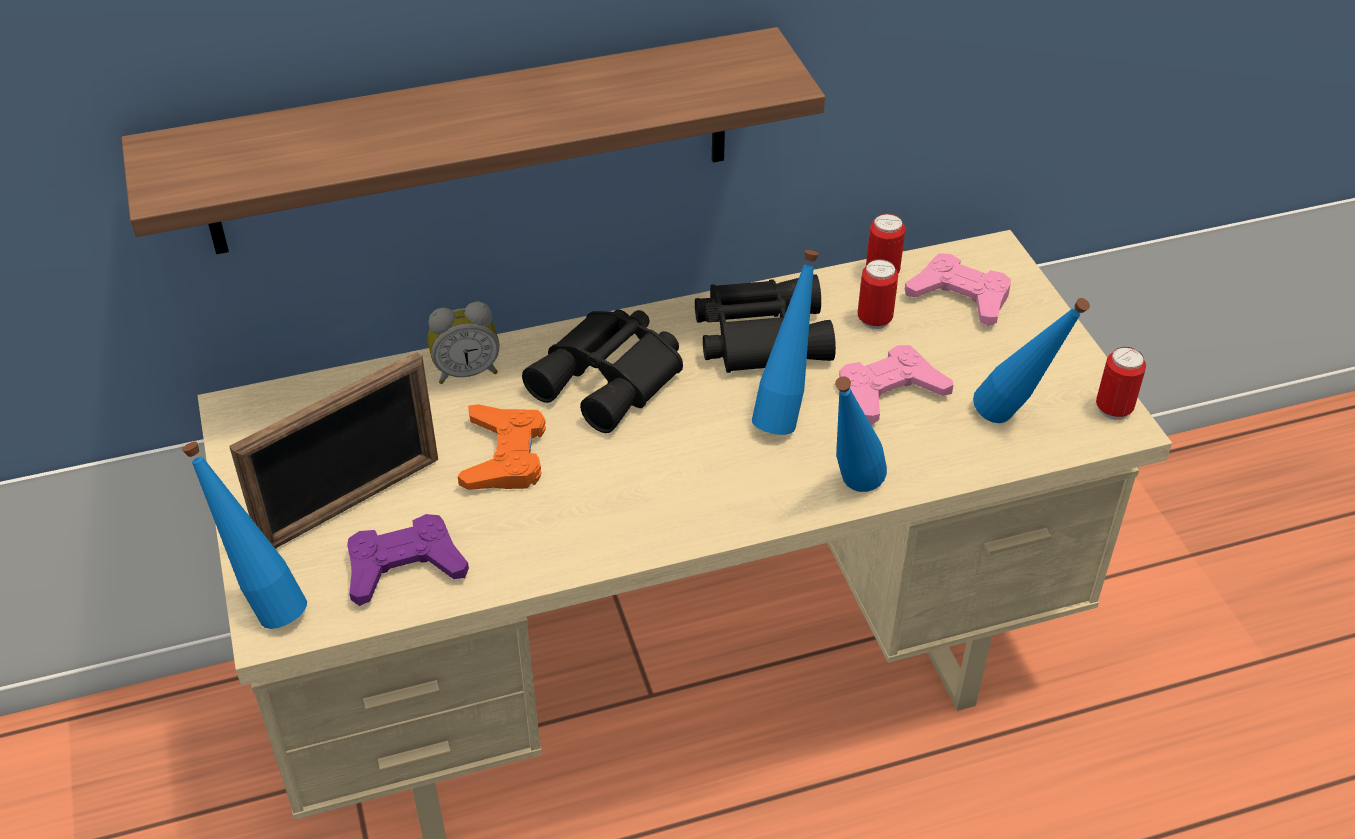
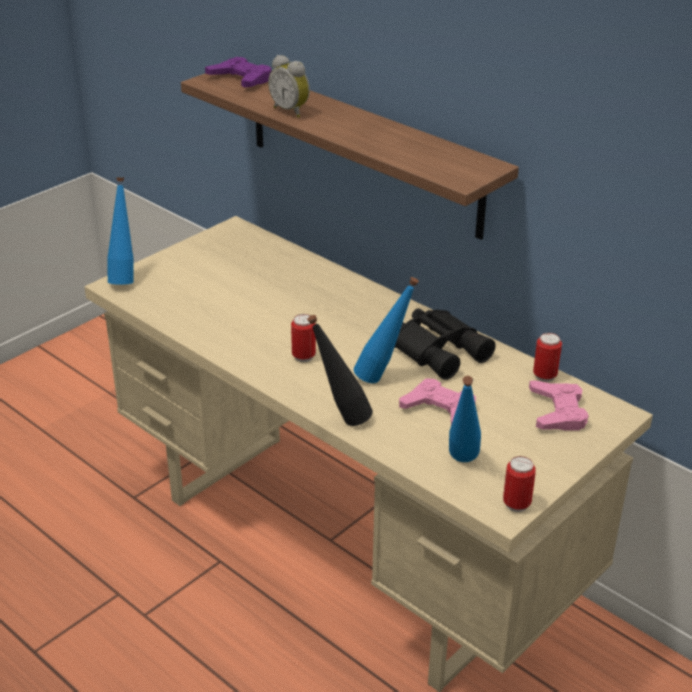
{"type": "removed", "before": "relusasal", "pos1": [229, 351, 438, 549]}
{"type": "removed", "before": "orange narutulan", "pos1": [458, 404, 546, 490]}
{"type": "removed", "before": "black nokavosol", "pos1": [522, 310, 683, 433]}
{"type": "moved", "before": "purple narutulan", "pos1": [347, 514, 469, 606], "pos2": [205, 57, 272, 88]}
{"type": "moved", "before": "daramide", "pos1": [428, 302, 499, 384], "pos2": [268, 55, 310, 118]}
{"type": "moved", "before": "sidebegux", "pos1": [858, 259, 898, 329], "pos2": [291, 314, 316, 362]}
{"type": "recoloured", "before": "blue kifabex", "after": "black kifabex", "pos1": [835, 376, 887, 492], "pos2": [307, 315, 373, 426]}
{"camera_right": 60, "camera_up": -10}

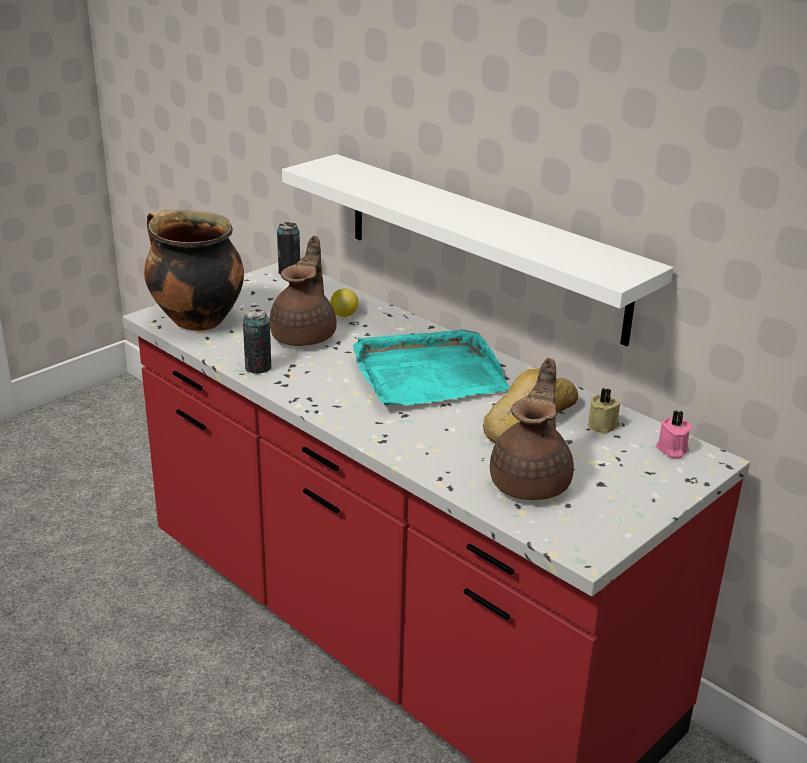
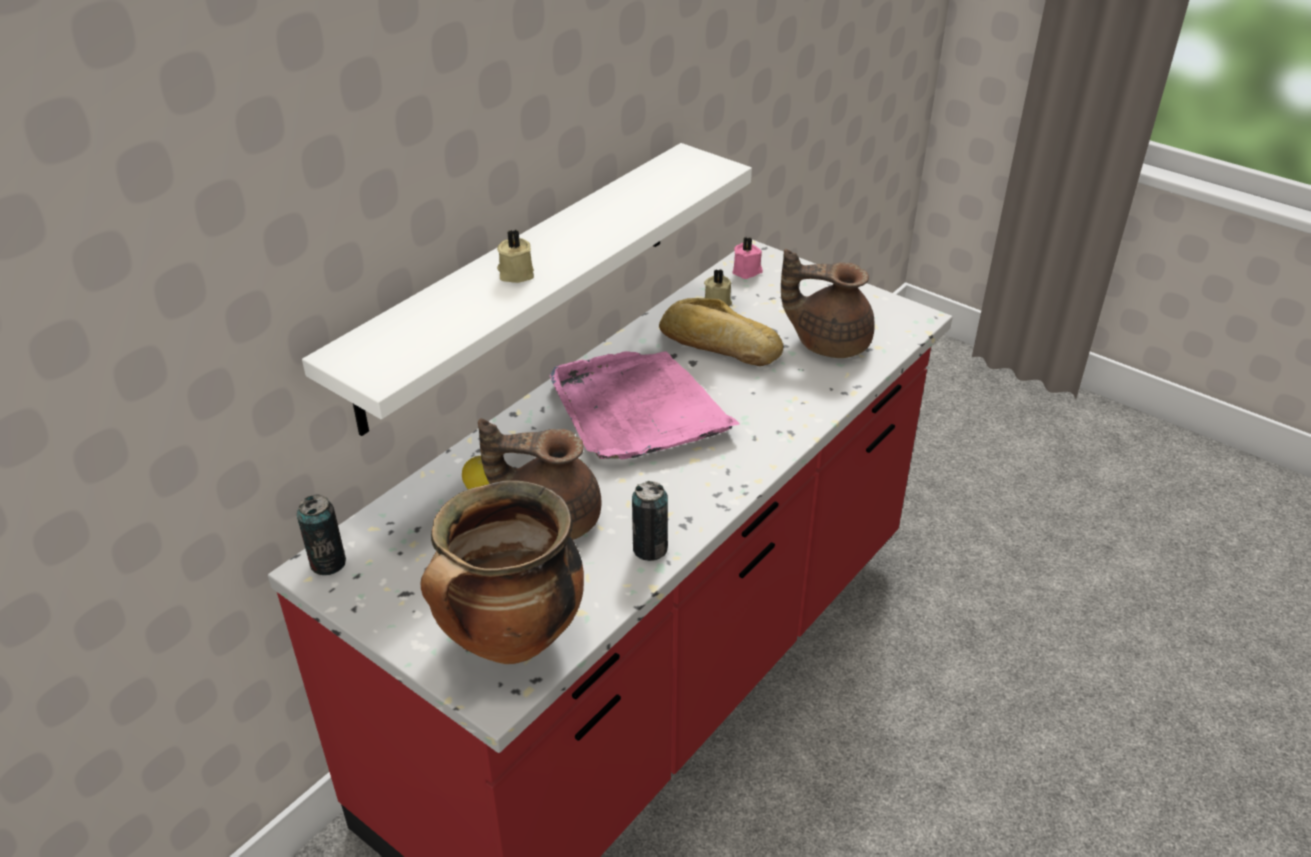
{"type": "added", "after": "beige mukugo", "pos2": [497, 229, 534, 283]}
{"type": "recoloured", "before": "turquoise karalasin", "after": "pink karalasin", "pos1": [353, 329, 510, 405], "pos2": [550, 351, 740, 459]}
{"camera_right": -95, "camera_up": 10}

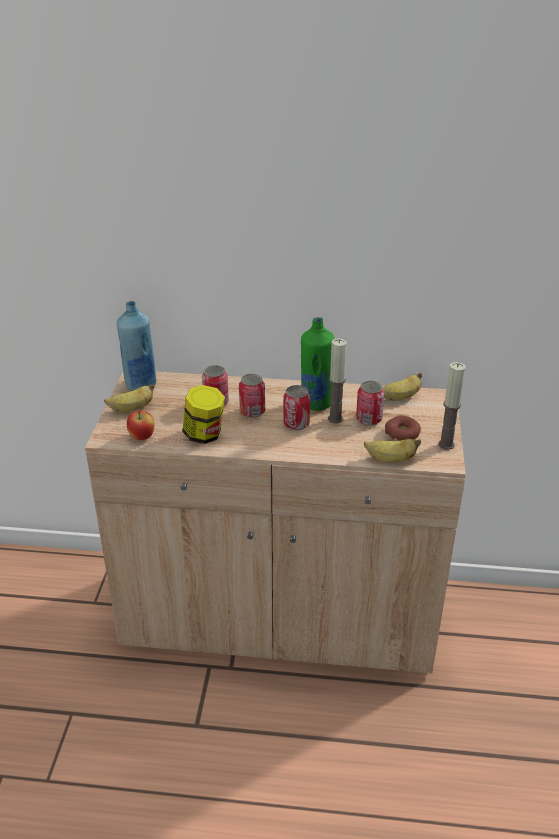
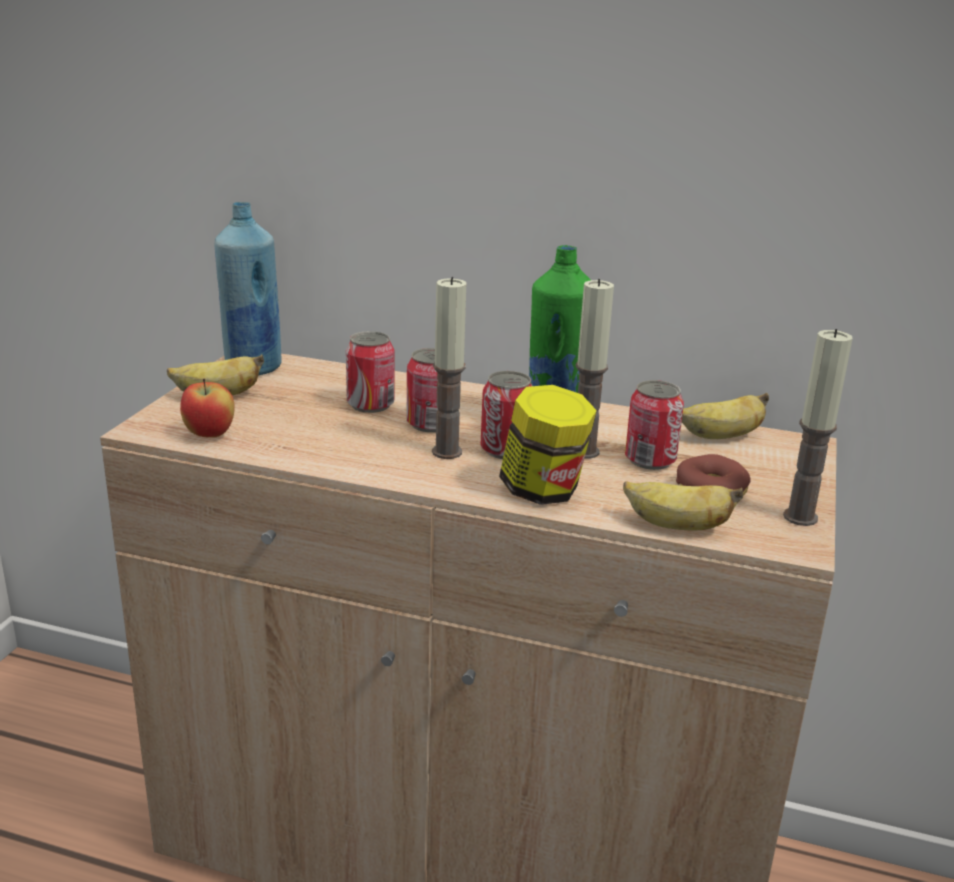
{"type": "added", "after": "mukugo", "pos2": [432, 277, 467, 459]}
{"type": "moved", "before": "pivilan", "pos1": [182, 385, 225, 444], "pos2": [499, 385, 597, 505]}
{"camera_right": 10, "camera_up": -10}

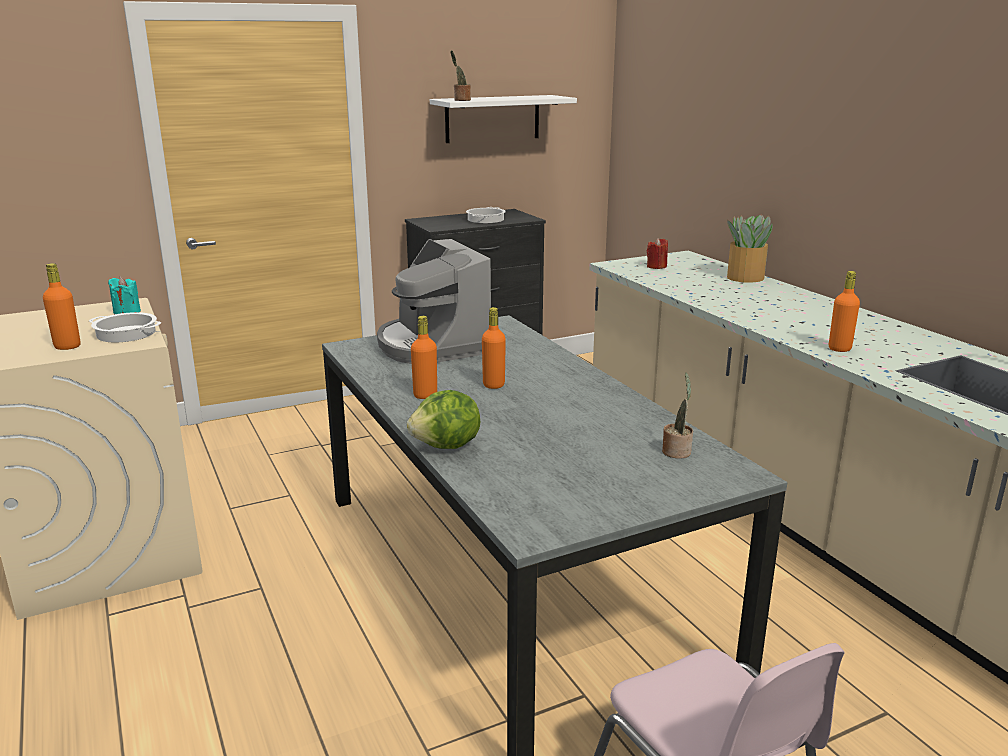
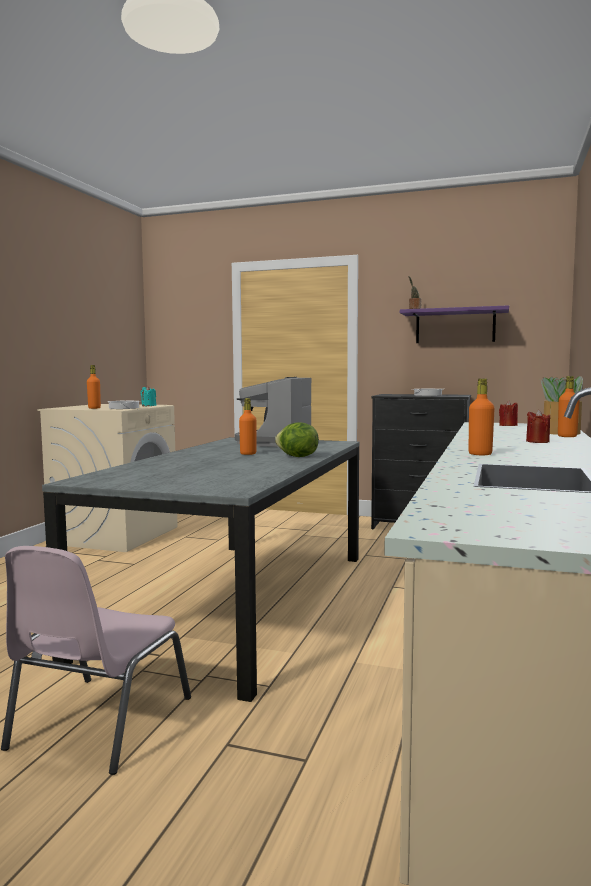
{"type": "removed", "before": "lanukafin", "pos1": [662, 372, 693, 459]}
{"type": "added", "after": "red mukugo", "pos2": [526, 410, 550, 443]}
{"type": "moved", "before": "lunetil", "pos1": [407, 390, 480, 449], "pos2": [275, 422, 319, 457]}
{"type": "moved", "before": "orange kifabex", "pos1": [411, 316, 437, 399], "pos2": [558, 376, 580, 437]}
{"type": "recoloured", "before": "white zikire", "after": "purple zikire", "pos1": [430, 95, 577, 143], "pos2": [400, 305, 509, 343]}
{"camera_right": 45, "camera_up": -15}

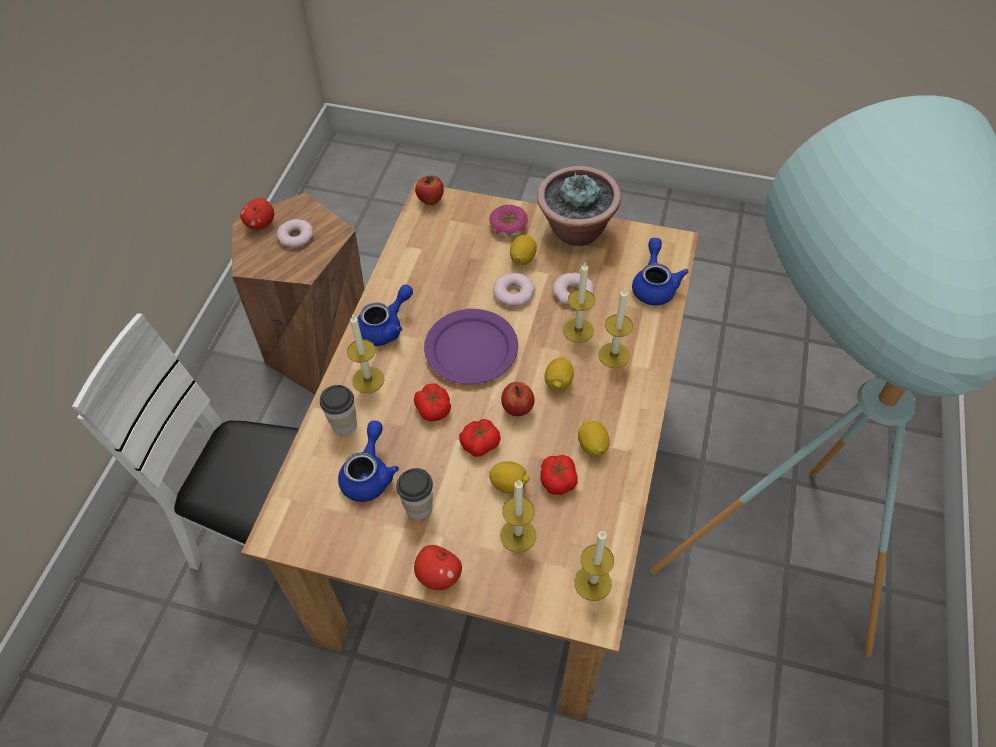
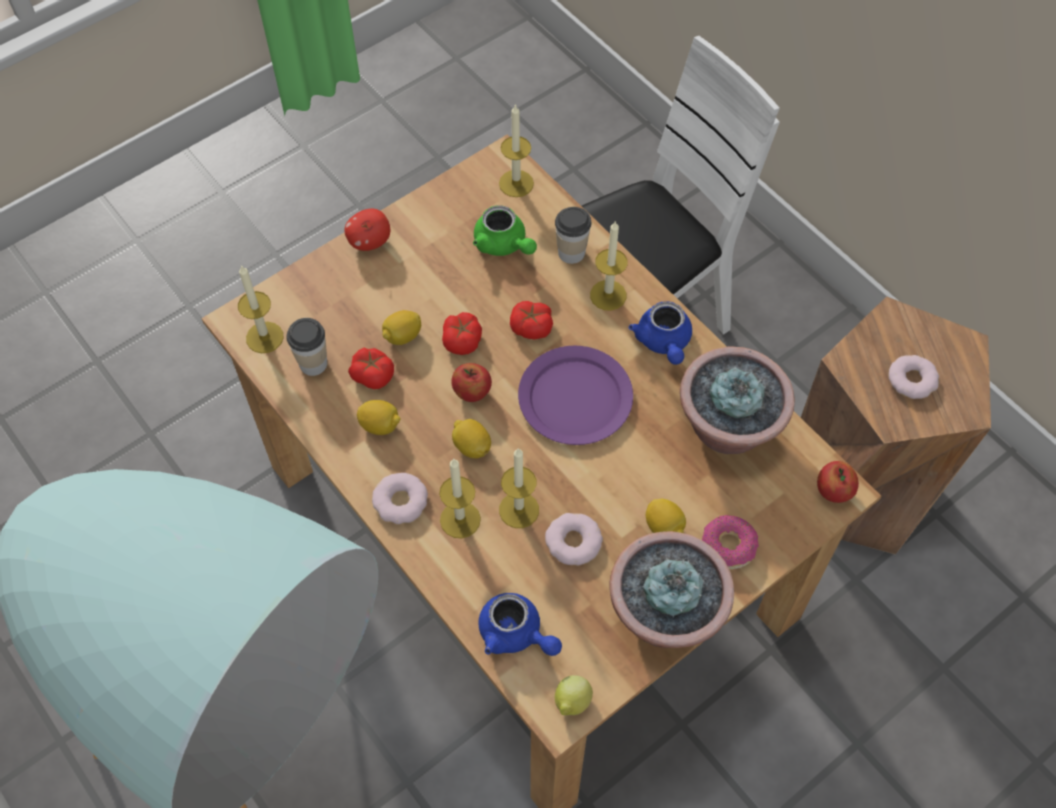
{"type": "removed", "before": "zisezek", "pos1": [240, 198, 274, 230]}
{"type": "added", "after": "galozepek", "pos2": [555, 675, 593, 715]}
{"type": "added", "after": "lanukafin", "pos2": [680, 346, 795, 454]}
{"type": "moved", "before": "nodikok", "pos1": [396, 468, 433, 520], "pos2": [286, 318, 327, 376]}
{"type": "moved", "before": "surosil", "pos1": [493, 273, 535, 306], "pos2": [372, 473, 428, 524]}
{"type": "moved", "before": "mukugo", "pos1": [500, 480, 536, 553], "pos2": [499, 104, 534, 197]}
{"type": "recoloured", "before": "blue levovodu", "after": "green levovodu", "pos1": [338, 421, 399, 502], "pos2": [473, 205, 537, 256]}
{"camera_right": 125, "camera_up": 5}

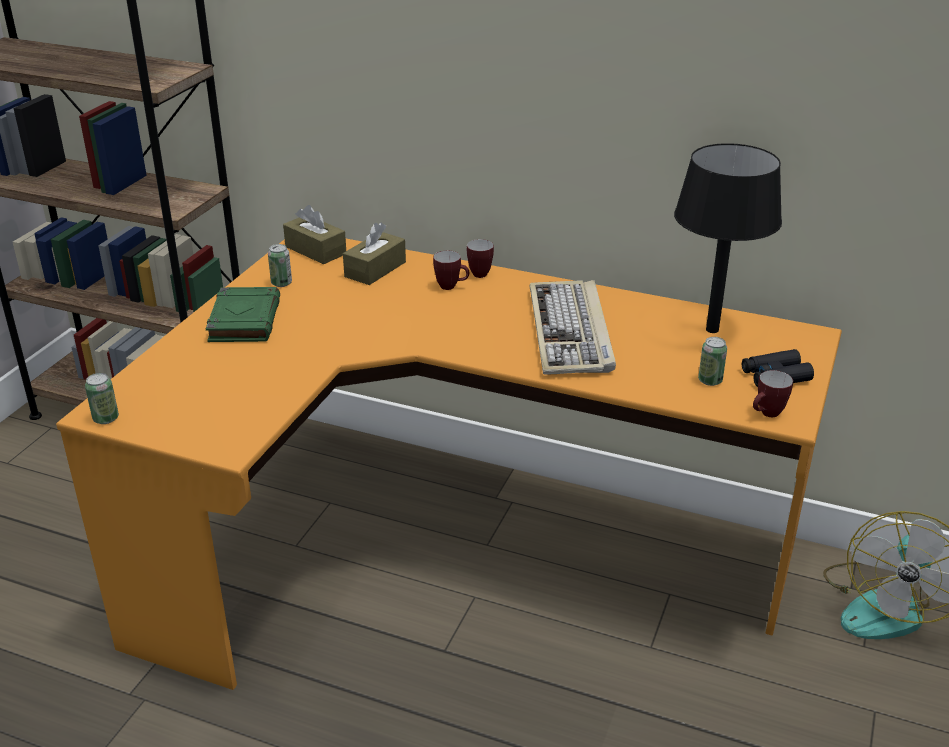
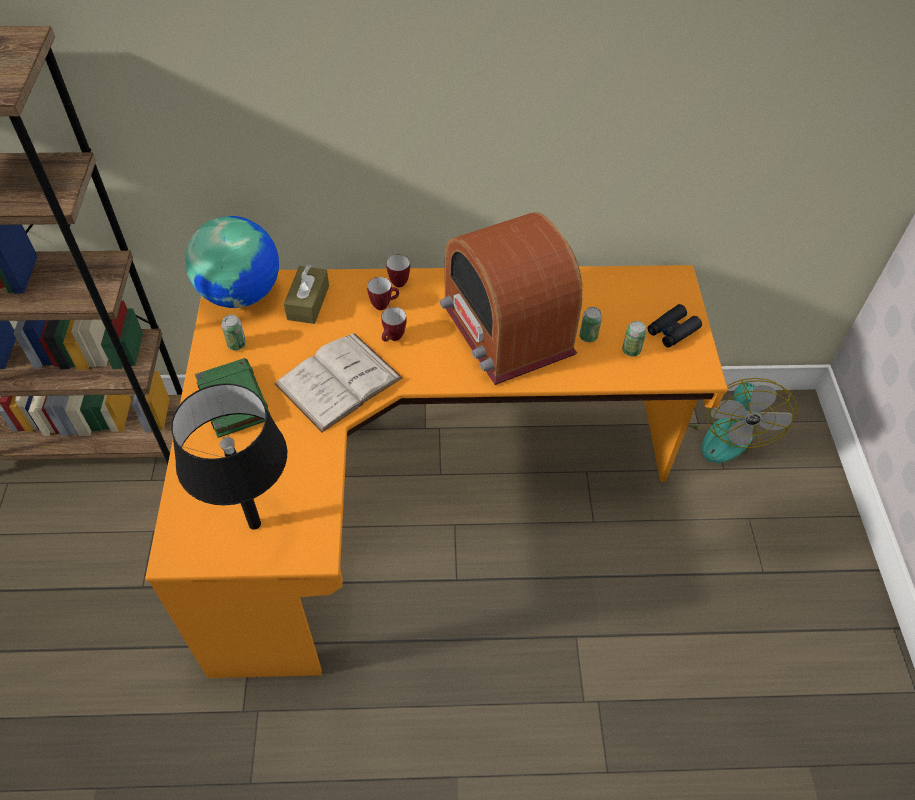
{"type": "added", "after": "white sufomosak", "pos2": [275, 333, 403, 433]}
{"type": "moved", "before": "sidebegux", "pos1": [85, 373, 119, 424], "pos2": [579, 307, 602, 342]}
{"type": "moved", "before": "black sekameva", "pos1": [674, 143, 782, 333], "pos2": [171, 383, 287, 530]}
{"type": "moved", "before": "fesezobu", "pos1": [753, 370, 793, 417], "pos2": [381, 307, 407, 342]}
{"type": "replaced", "before": "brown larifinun", "after": "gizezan", "pos1": [283, 205, 346, 264], "pos2": [185, 216, 279, 308]}
{"type": "replaced", "before": "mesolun", "after": "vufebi", "pos1": [530, 280, 616, 375], "pos2": [440, 212, 583, 385]}
{"camera_right": -25, "camera_up": 20}

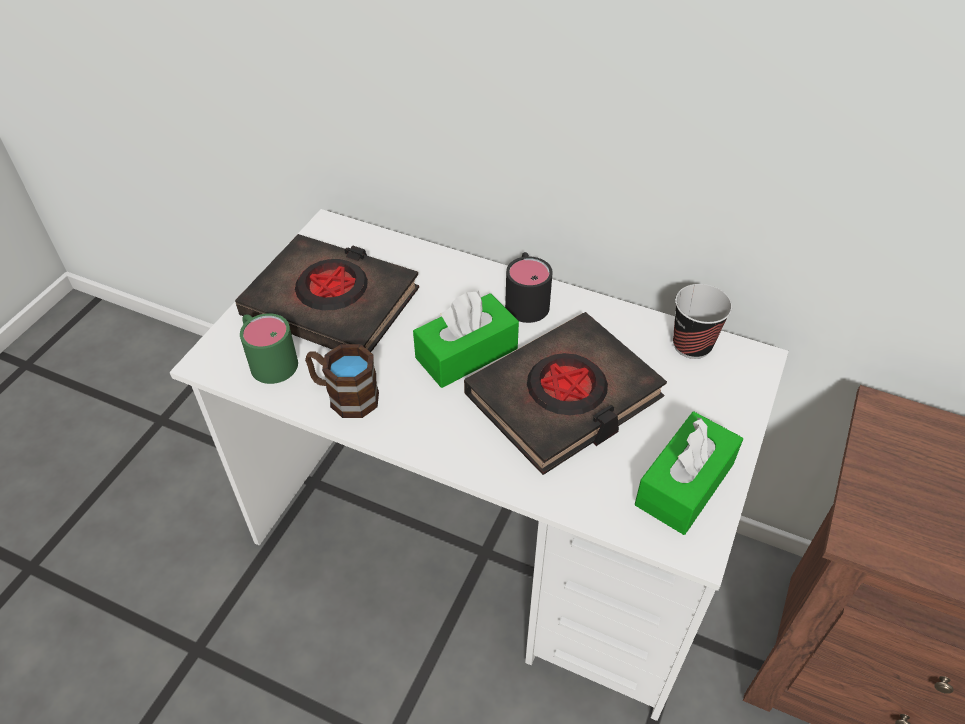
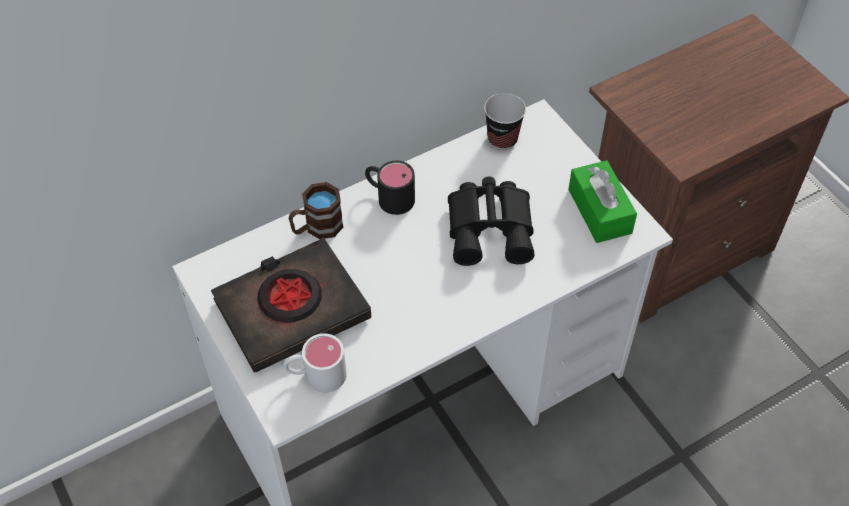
{"type": "removed", "before": "green larifinun", "pos1": [413, 291, 519, 388]}
{"type": "moved", "before": "brown fesezobu", "pos1": [305, 344, 379, 418], "pos2": [289, 182, 343, 239]}
{"type": "replaced", "before": "black sufomosak", "after": "black nokavosol", "pos1": [464, 312, 667, 475], "pos2": [448, 177, 535, 266]}
{"type": "recoloured", "before": "green fesezobu", "after": "white fesezobu", "pos1": [240, 313, 298, 384], "pos2": [283, 334, 347, 393]}
{"camera_right": -55, "camera_up": 5}

